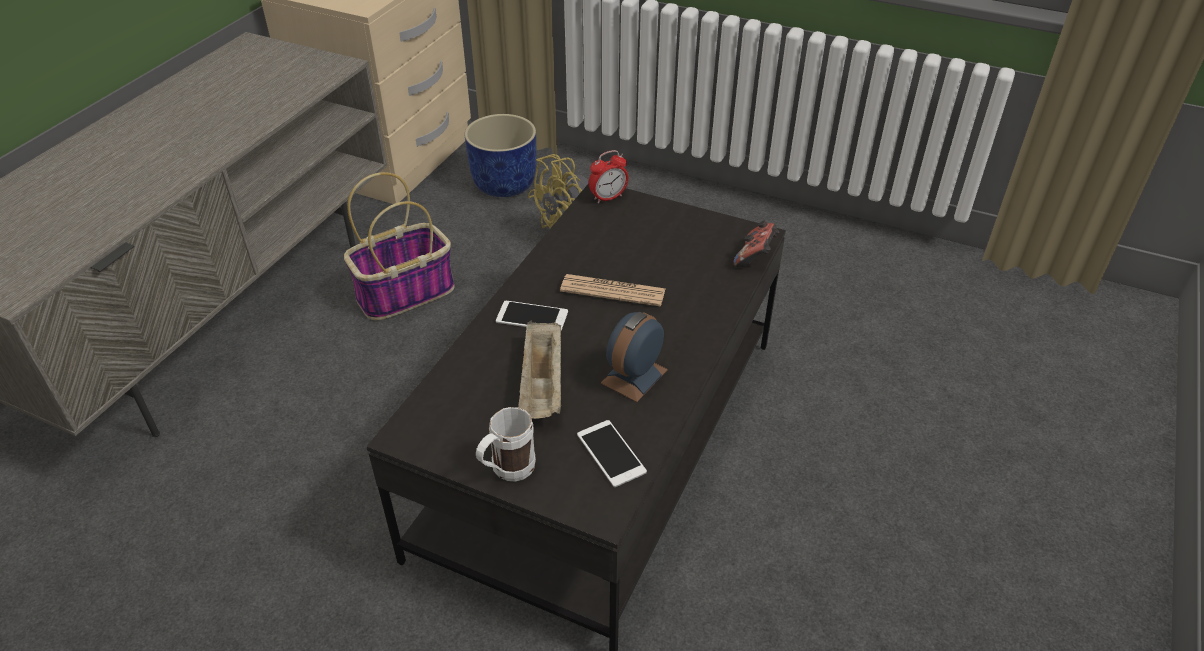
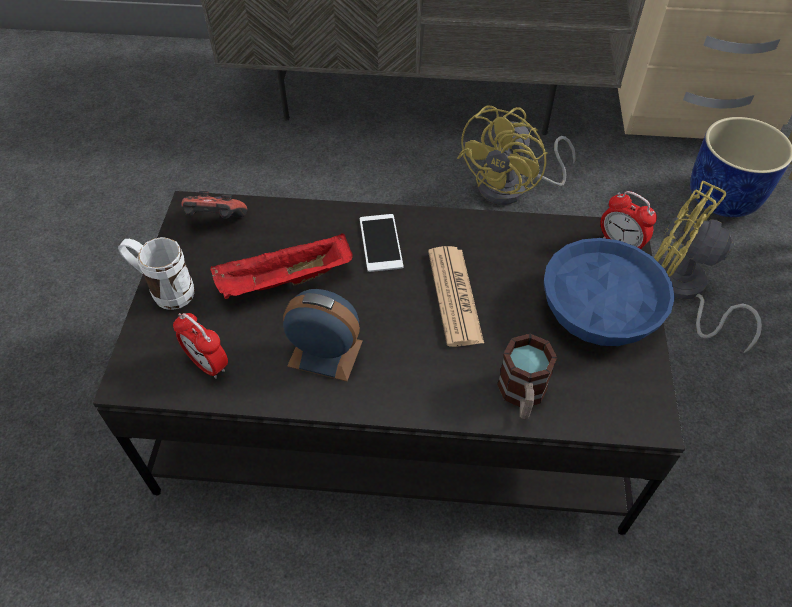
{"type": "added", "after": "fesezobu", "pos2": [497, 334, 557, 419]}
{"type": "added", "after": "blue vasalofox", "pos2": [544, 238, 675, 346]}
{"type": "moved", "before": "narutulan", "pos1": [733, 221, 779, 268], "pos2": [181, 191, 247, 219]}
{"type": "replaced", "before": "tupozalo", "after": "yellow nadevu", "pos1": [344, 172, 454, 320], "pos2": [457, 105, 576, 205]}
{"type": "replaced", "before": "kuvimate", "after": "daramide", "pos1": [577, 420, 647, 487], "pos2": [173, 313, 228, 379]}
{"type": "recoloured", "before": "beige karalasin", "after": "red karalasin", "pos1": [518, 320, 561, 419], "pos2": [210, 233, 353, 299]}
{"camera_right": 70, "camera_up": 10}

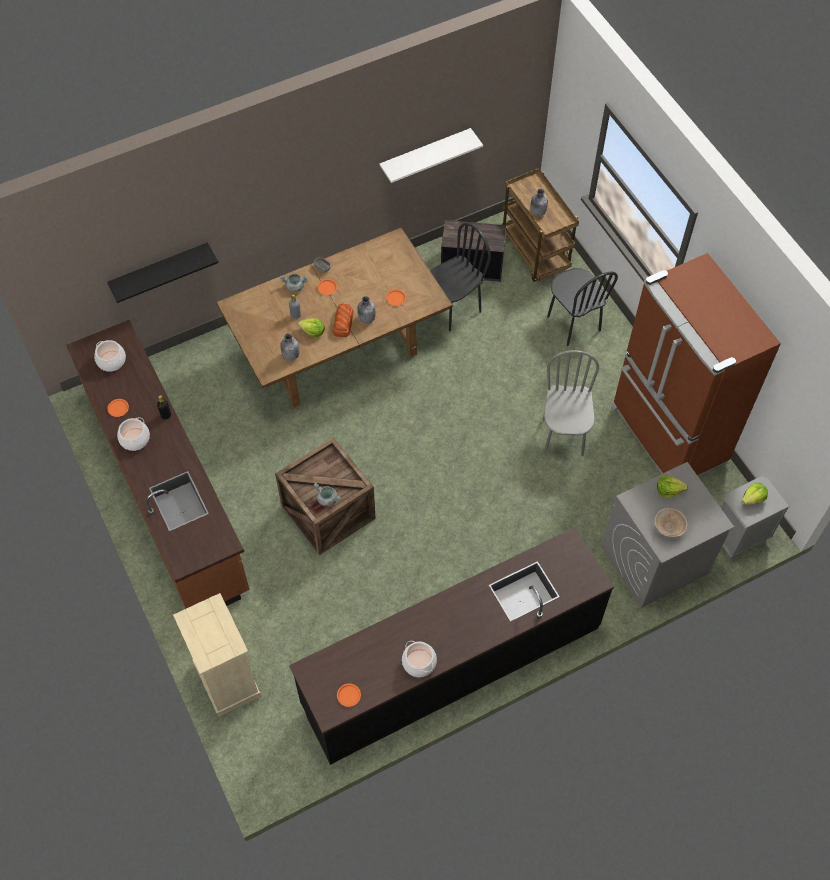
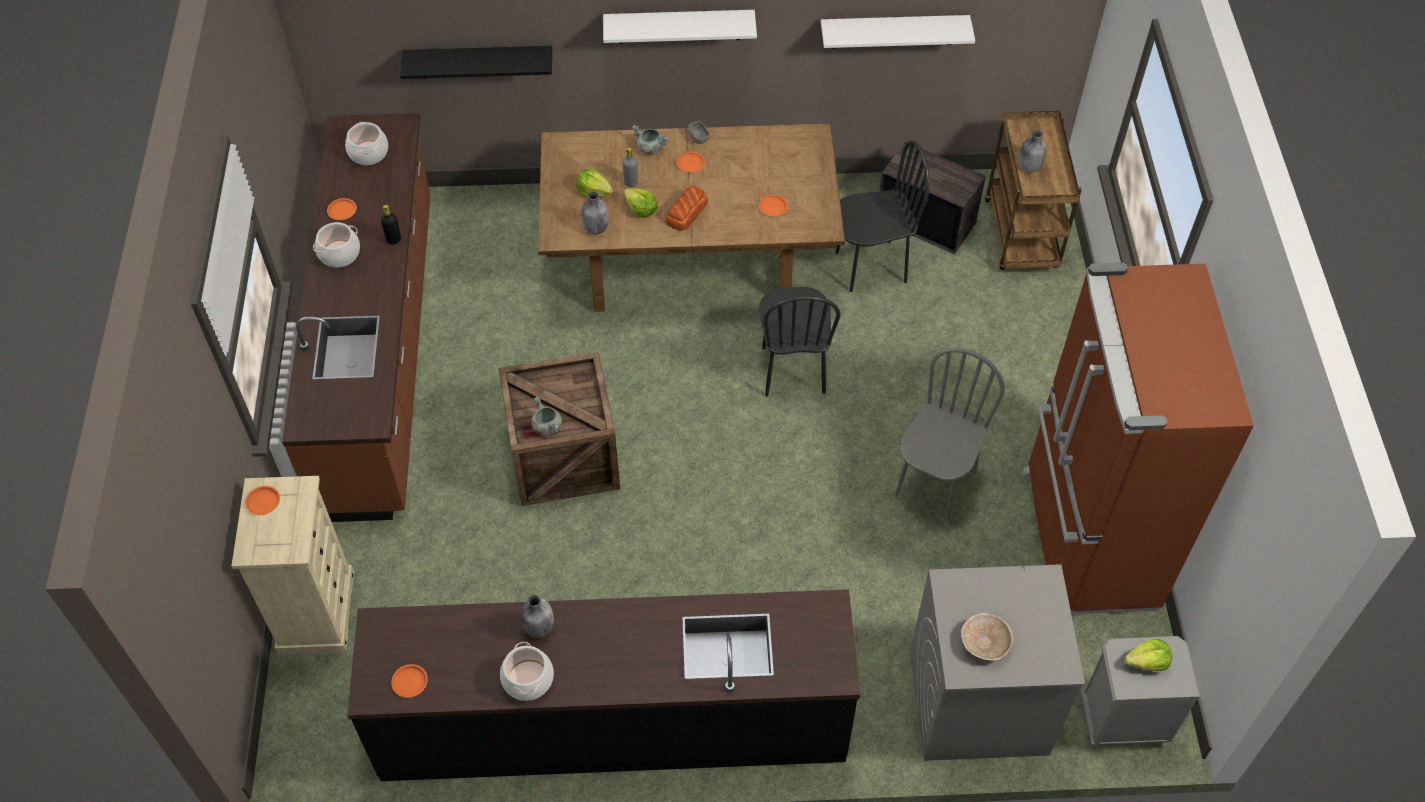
{"type": "added", "after": "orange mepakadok", "pos2": [245, 486, 280, 515]}
{"type": "added", "after": "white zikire", "pos2": [603, 10, 757, 44]}
{"type": "moved", "before": "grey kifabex", "pos1": [357, 296, 376, 324], "pos2": [521, 594, 554, 638]}
{"type": "moved", "before": "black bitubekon", "pos1": [547, 268, 618, 346], "pos2": [759, 287, 841, 396]}
{"type": "moved", "before": "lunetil", "pos1": [657, 476, 688, 497], "pos2": [576, 168, 613, 197]}
{"camera_right": 25, "camera_up": -5}

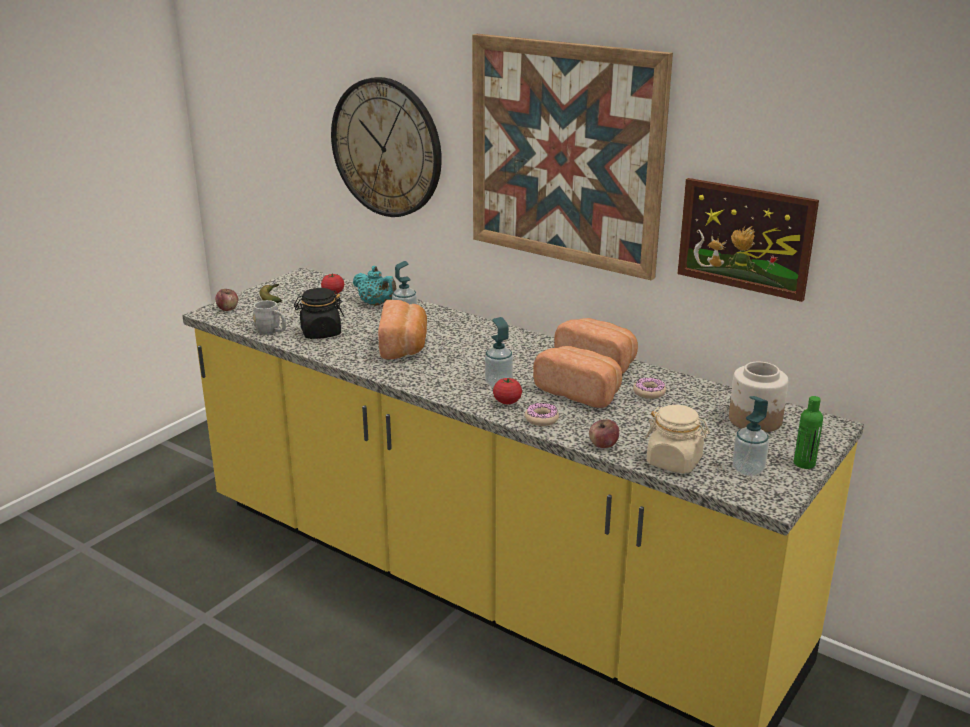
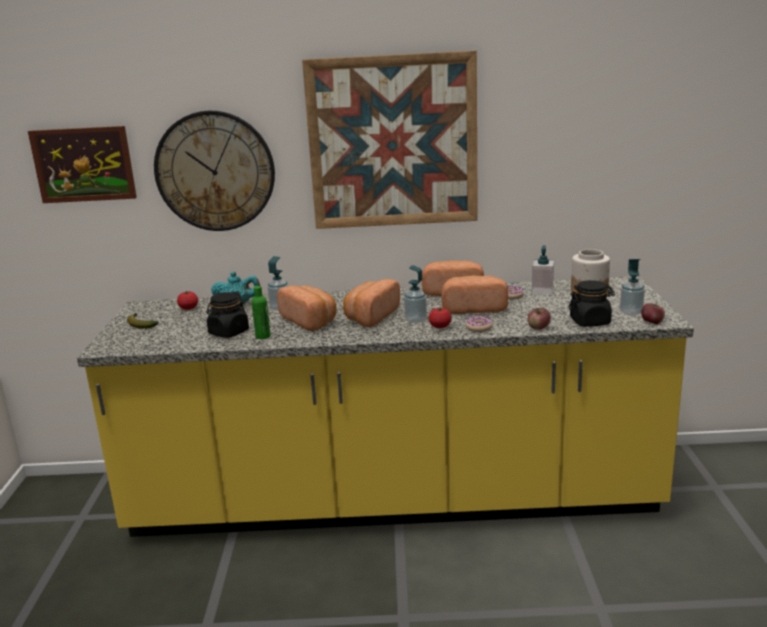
{"type": "removed", "before": "grey fesezobu", "pos1": [253, 300, 286, 335]}
{"type": "added", "after": "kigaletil", "pos2": [343, 279, 400, 327]}
{"type": "added", "after": "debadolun", "pos2": [532, 245, 554, 295]}
{"type": "moved", "before": "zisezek", "pos1": [216, 289, 238, 311], "pos2": [641, 303, 665, 324]}
{"type": "moved", "before": "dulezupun", "pos1": [677, 178, 819, 302], "pos2": [28, 126, 137, 203]}
{"type": "moved", "before": "green kifabex", "pos1": [794, 396, 823, 469], "pos2": [252, 286, 271, 339]}
{"type": "recoloured", "before": "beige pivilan", "after": "black pivilan", "pos1": [645, 405, 710, 474], "pos2": [568, 280, 615, 327]}
{"camera_right": -35, "camera_up": -5}

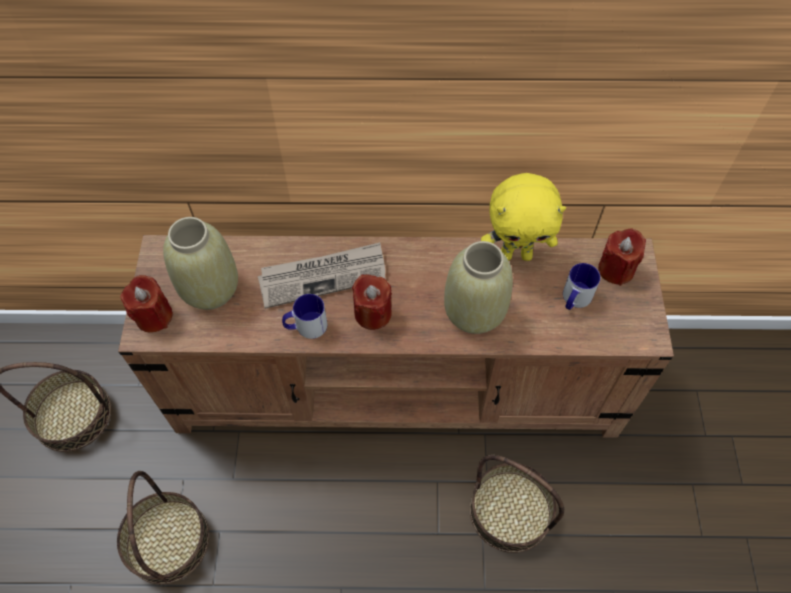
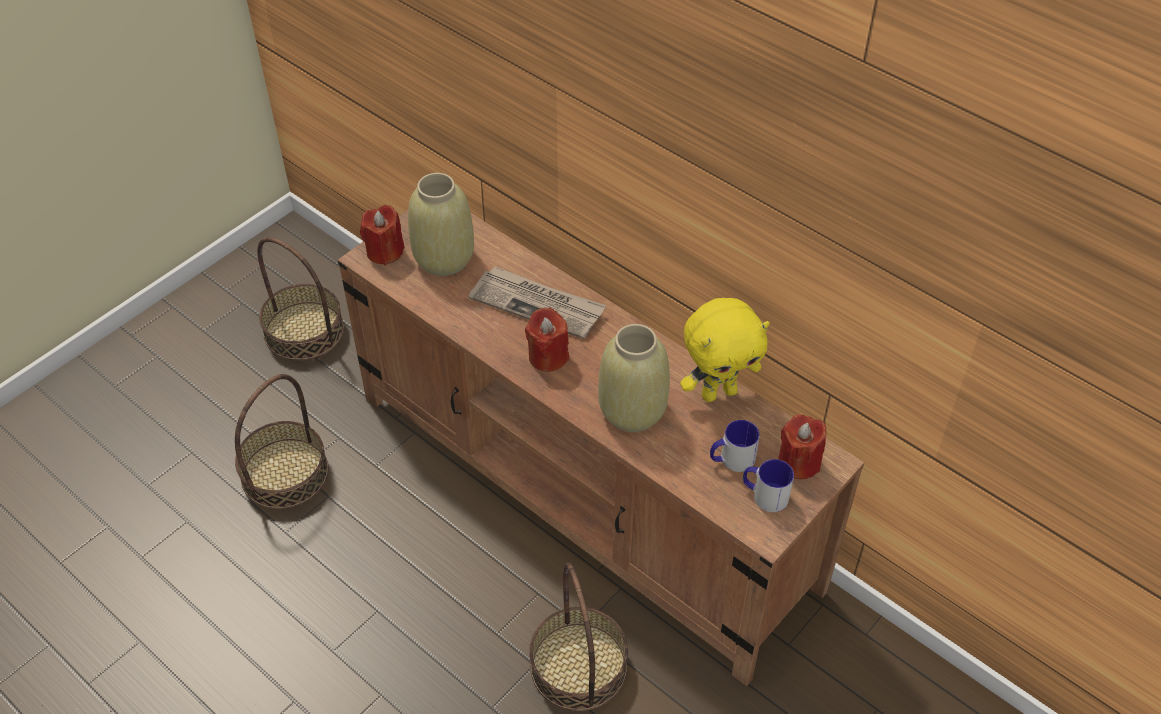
{"type": "moved", "before": "fesezobu", "pos1": [282, 294, 327, 339], "pos2": [743, 459, 794, 512]}
{"type": "turned", "before": "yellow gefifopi", "pos1": [481, 173, 566, 261], "pos2": [680, 298, 770, 402], "turn": -60}
{"camera_right": 40, "camera_up": -10}

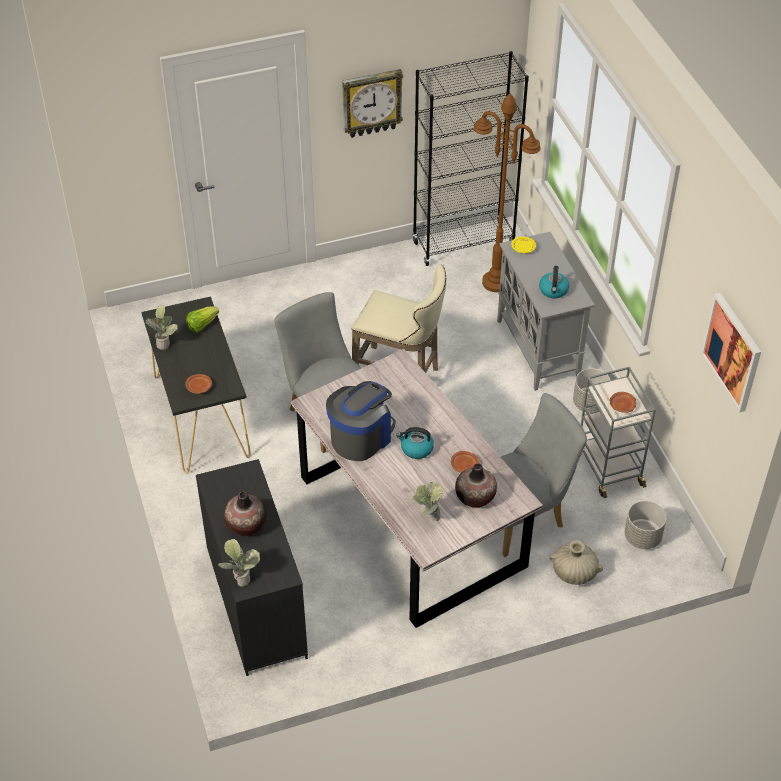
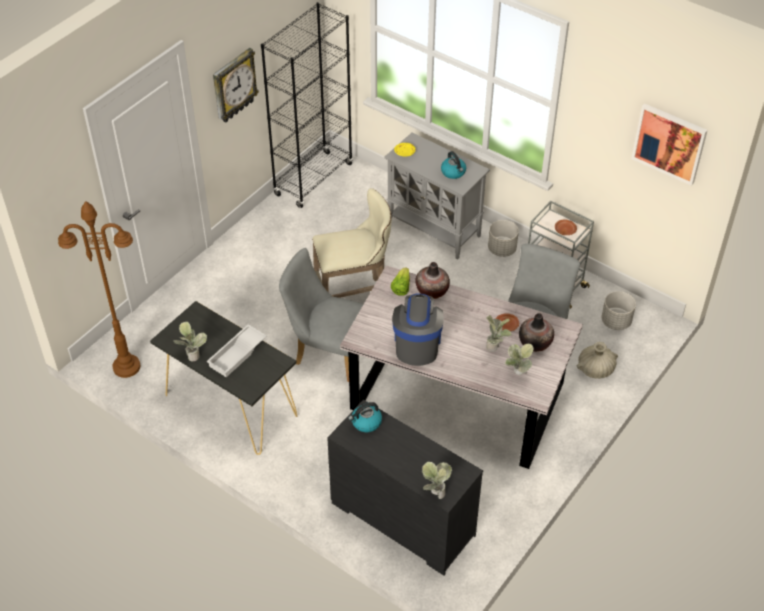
{"type": "removed", "before": "brown mepakadok", "pos1": [185, 374, 212, 394]}
{"type": "added", "after": "white karalasin", "pos2": [207, 324, 267, 377]}
{"type": "added", "after": "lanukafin", "pos2": [486, 315, 512, 352]}
{"type": "moved", "before": "lunetil", "pos1": [186, 307, 219, 333], "pos2": [391, 267, 410, 296]}
{"type": "moved", "before": "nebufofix", "pos1": [224, 491, 267, 536], "pos2": [416, 262, 450, 299]}
{"type": "moved", "before": "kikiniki", "pos1": [396, 427, 434, 459], "pos2": [348, 402, 382, 432]}
{"type": "moved", "before": "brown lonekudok", "pos1": [474, 93, 541, 292], "pos2": [58, 201, 140, 378]}
{"camera_right": -35, "camera_up": 0}

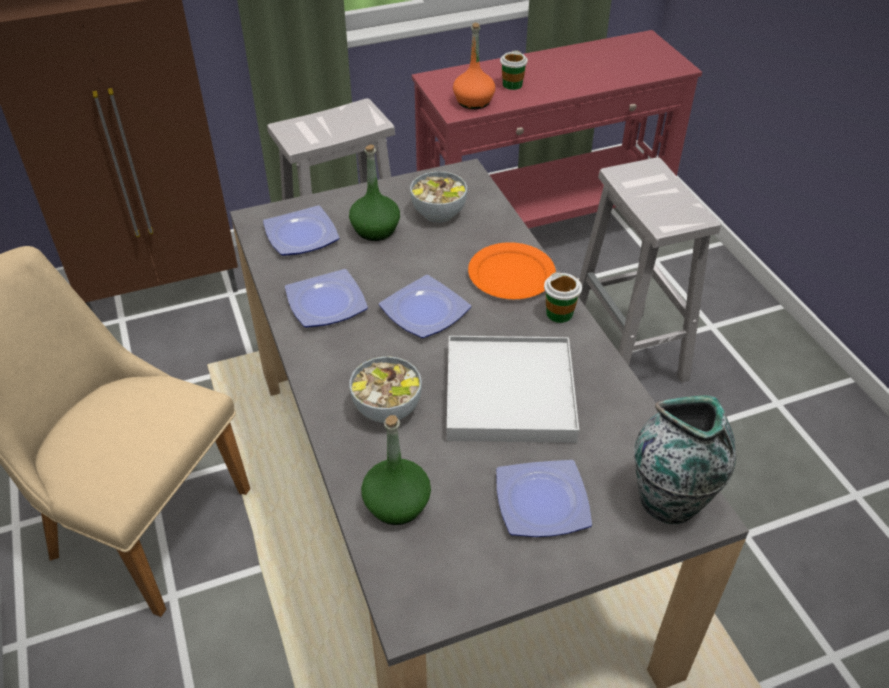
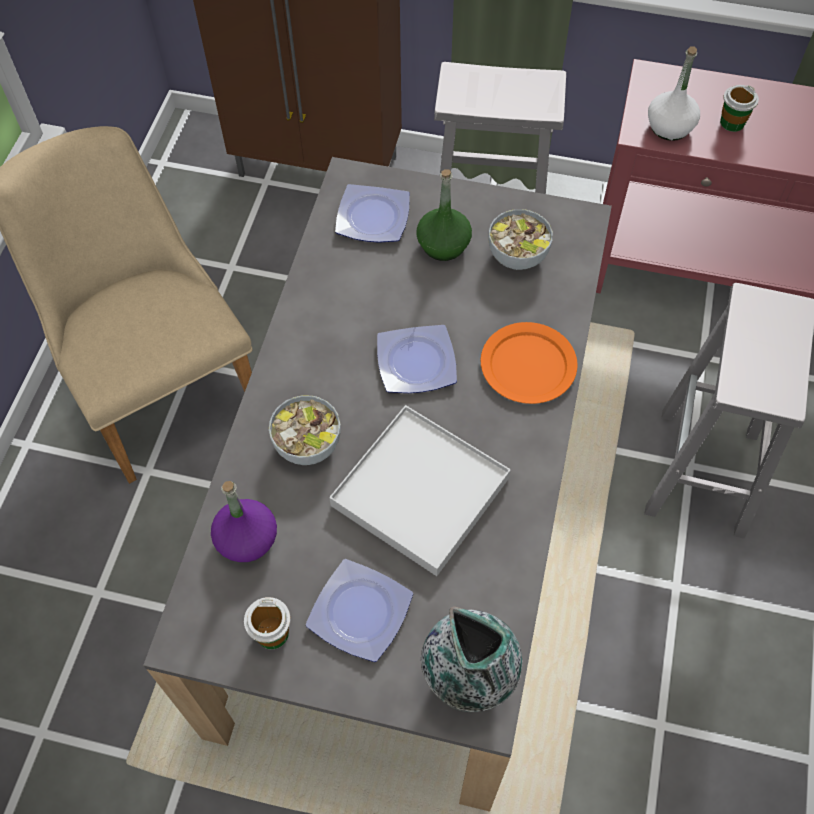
{"type": "removed", "before": "mepakadok", "pos1": [285, 269, 368, 327]}
{"type": "moved", "before": "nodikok", "pos1": [544, 272, 582, 323], "pos2": [244, 597, 291, 649]}
{"type": "recoloured", "before": "green kifabex", "after": "purple kifabex", "pos1": [361, 415, 431, 525], "pos2": [211, 481, 277, 562]}
{"type": "recoloured", "before": "orange kifabex", "after": "white kifabex", "pos1": [453, 23, 495, 109], "pos2": [648, 46, 700, 141]}
{"camera_right": 35, "camera_up": 15}

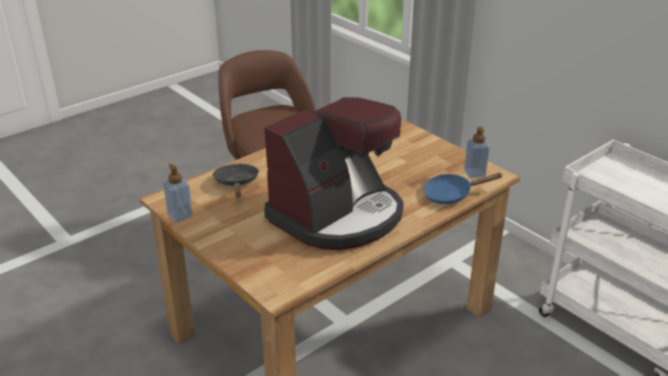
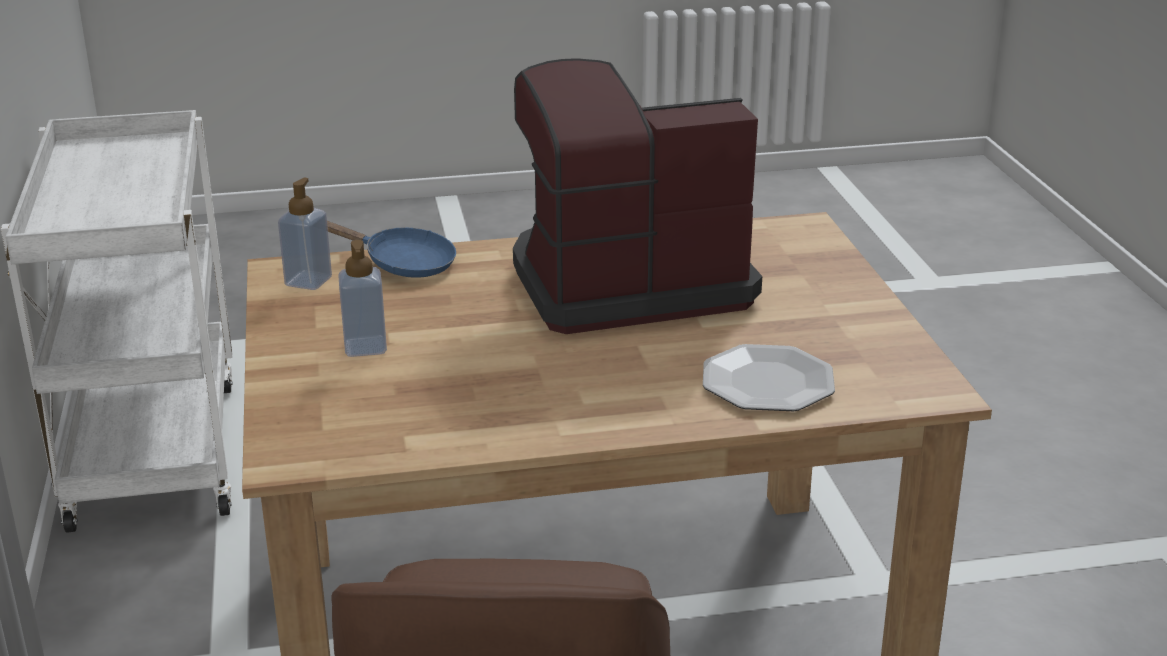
{"type": "moved", "before": "debadolun", "pos1": [163, 164, 193, 222], "pos2": [338, 240, 387, 357]}
{"type": "replaced", "before": "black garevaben", "after": "mepakadok", "pos1": [212, 164, 259, 197], "pos2": [703, 344, 835, 411]}
{"camera_right": -150, "camera_up": -5}

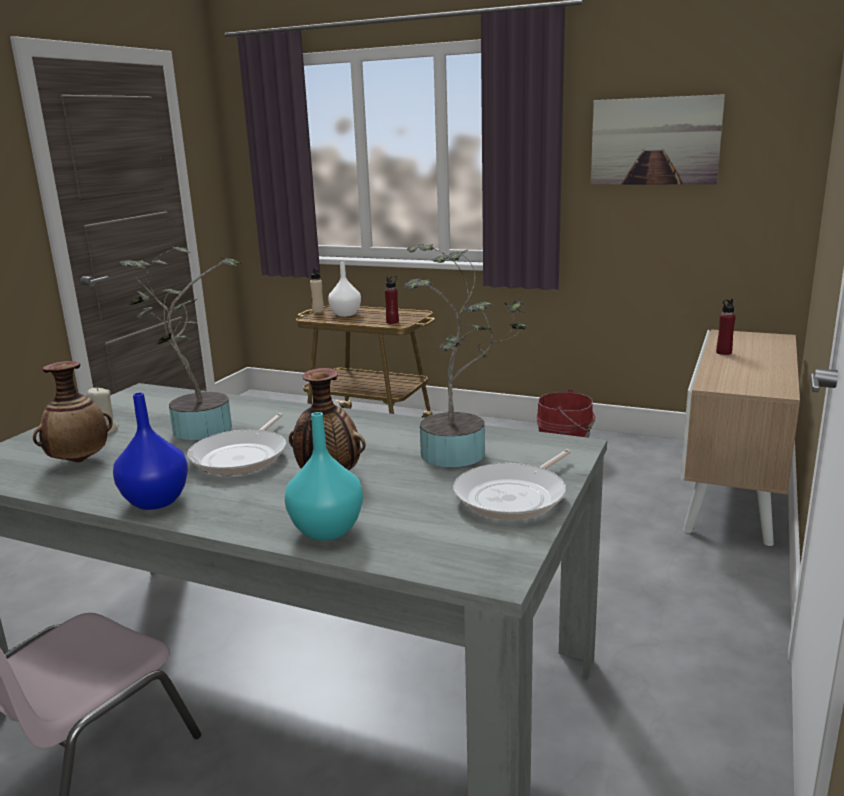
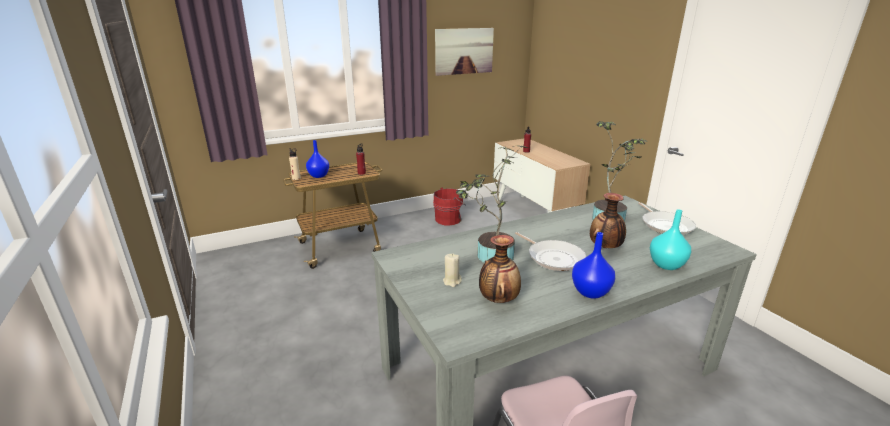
{"type": "recoloured", "before": "white nebufofix", "after": "blue nebufofix", "pos1": [328, 261, 361, 317], "pos2": [306, 140, 329, 178]}
{"camera_right": -50, "camera_up": 5}

